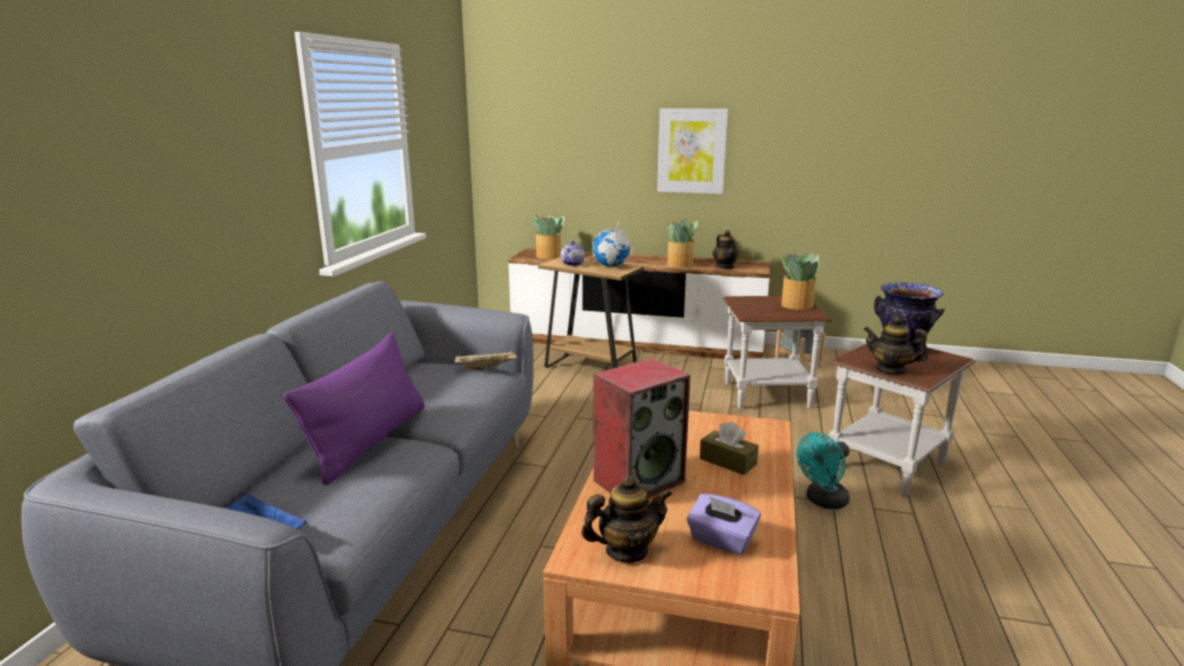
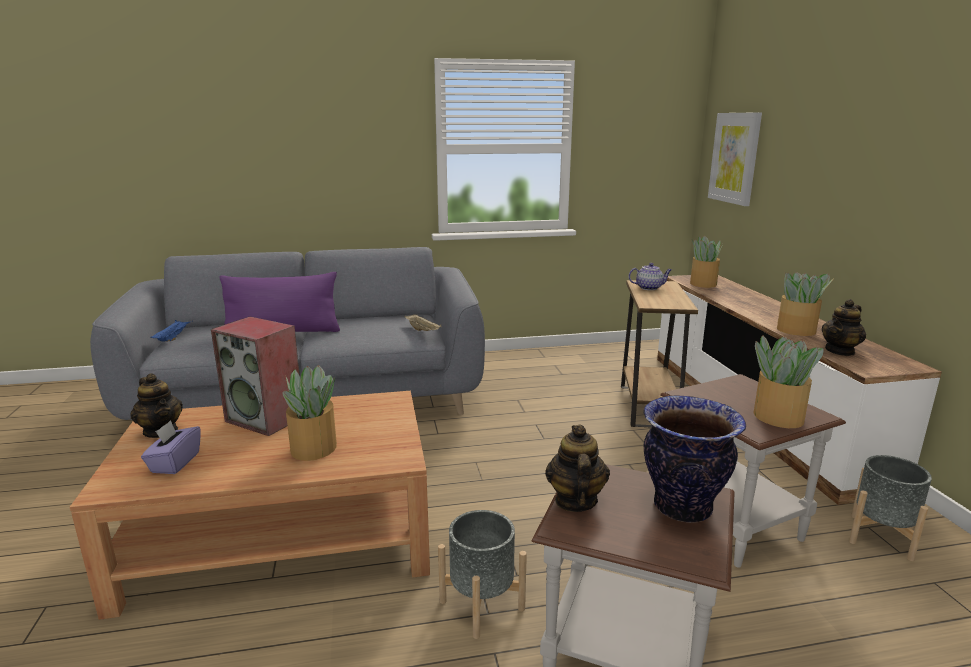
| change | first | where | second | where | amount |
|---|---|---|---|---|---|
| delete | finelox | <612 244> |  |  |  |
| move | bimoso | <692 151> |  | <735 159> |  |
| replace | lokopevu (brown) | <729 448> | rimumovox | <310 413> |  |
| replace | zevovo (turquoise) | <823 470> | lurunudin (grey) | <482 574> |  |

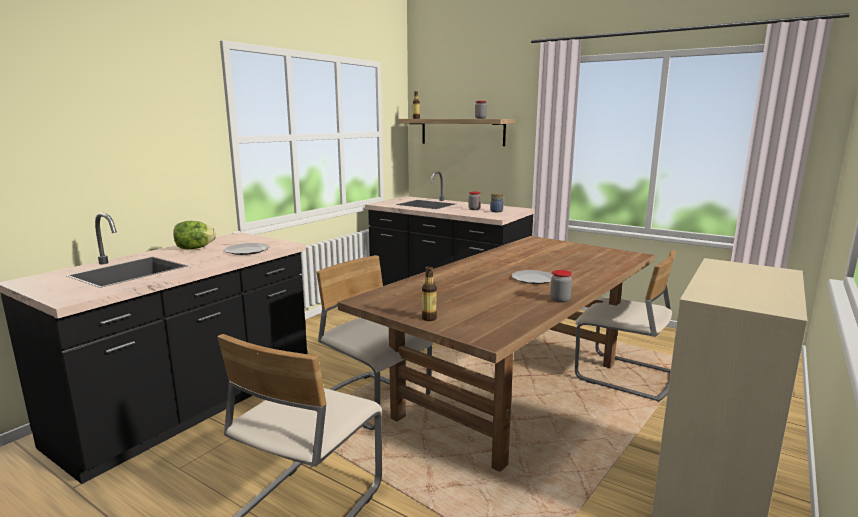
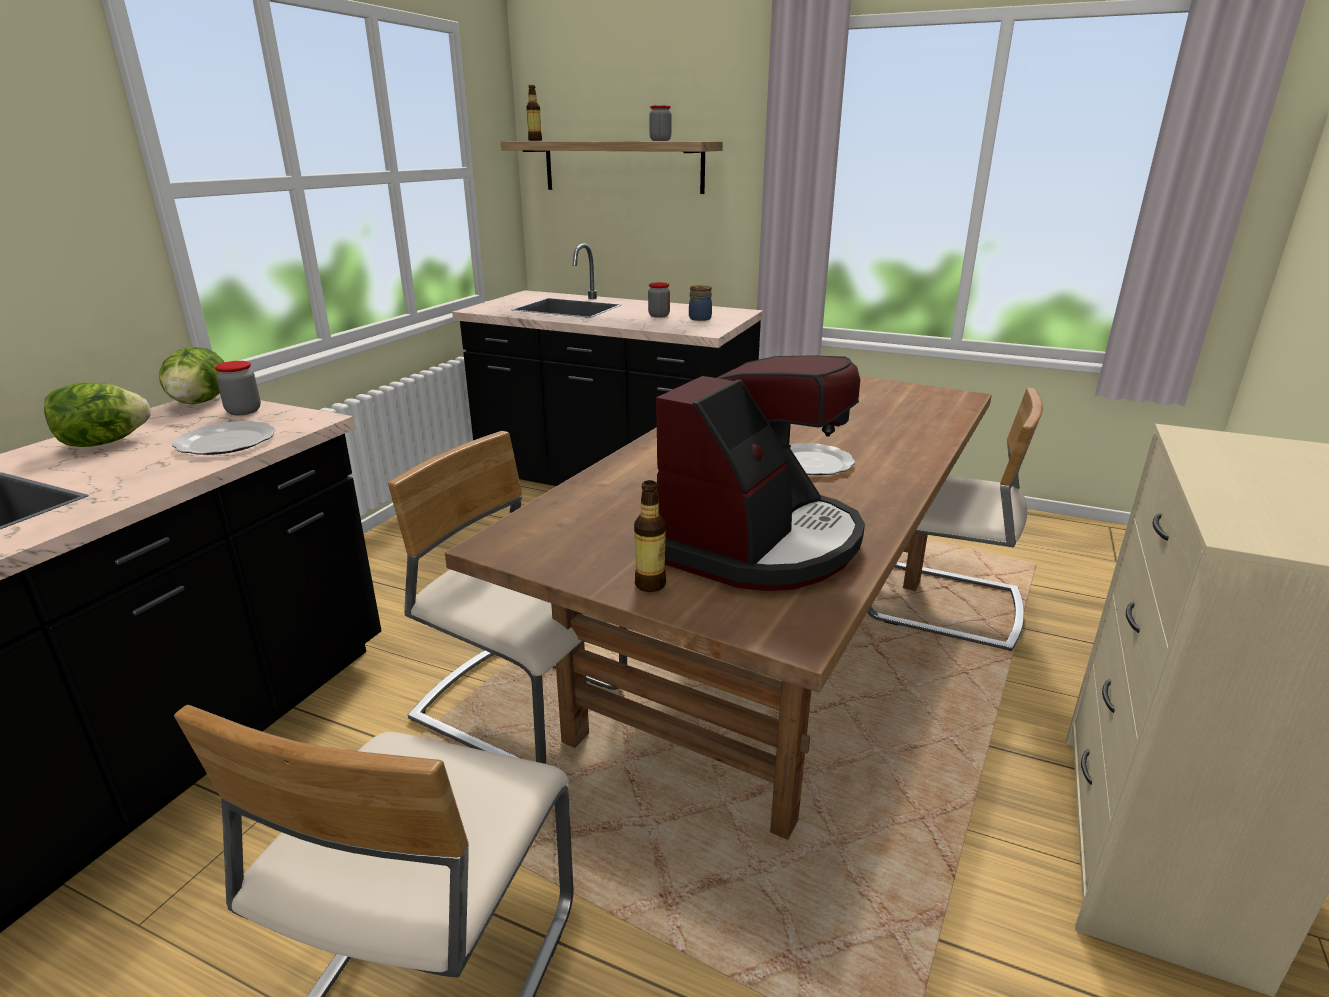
| change | first | where | second | where | amount |
|---|---|---|---|---|---|
| insert |  |  | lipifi | <191 375> |  |
| insert |  |  | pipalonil | <760 473> |  |
| move | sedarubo | <561 286> |  | <238 388> |  |

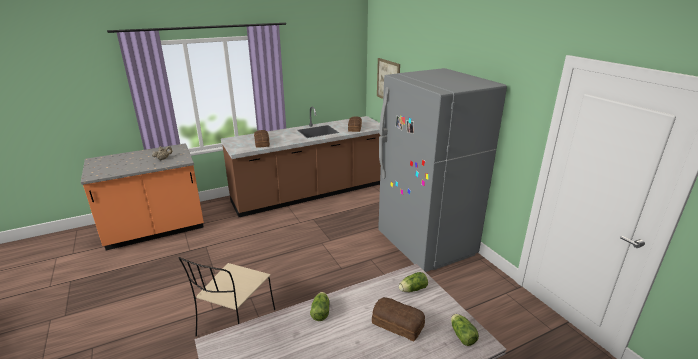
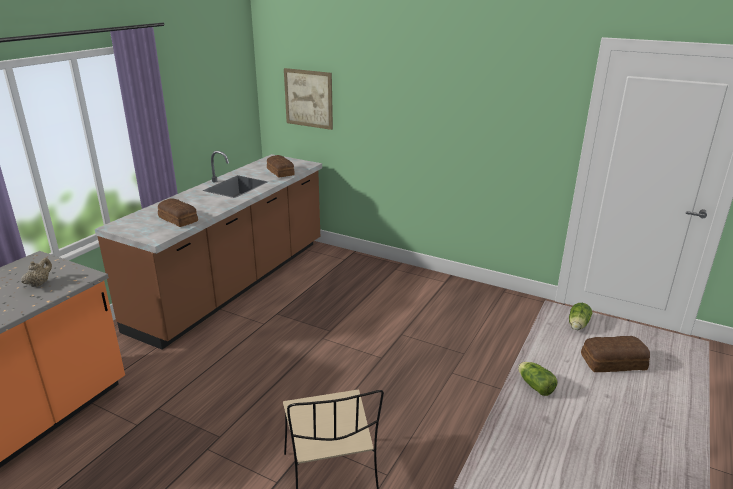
| change | first | where | second | where | amount |
|---|---|---|---|---|---|
| delete | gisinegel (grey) | <442 170> |  |  |  |
| delete | lipifi | <465 330> |  |  |  |

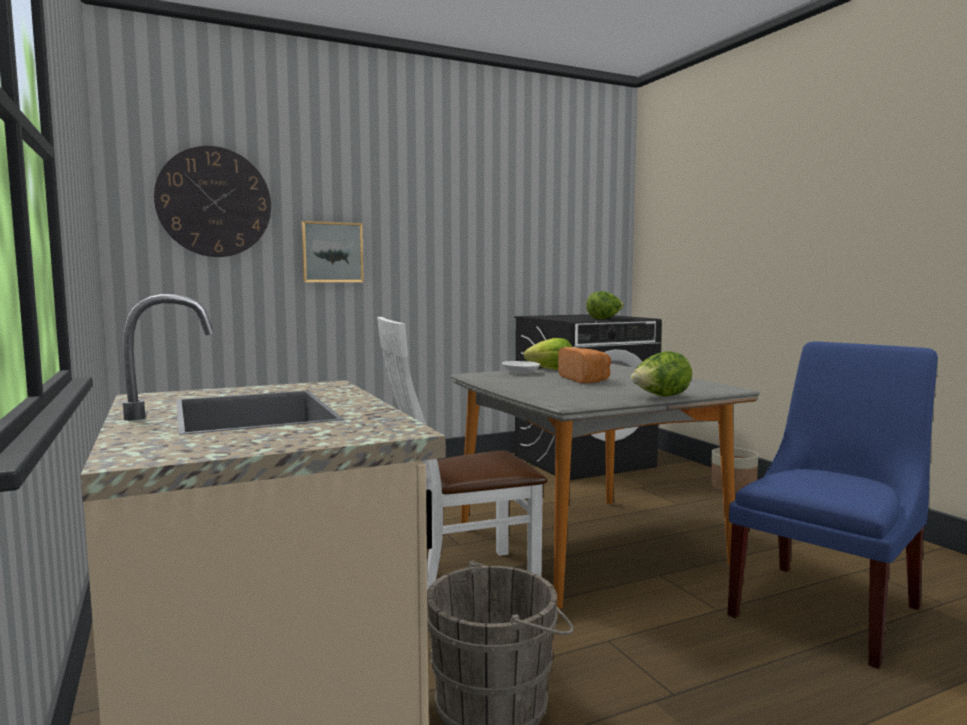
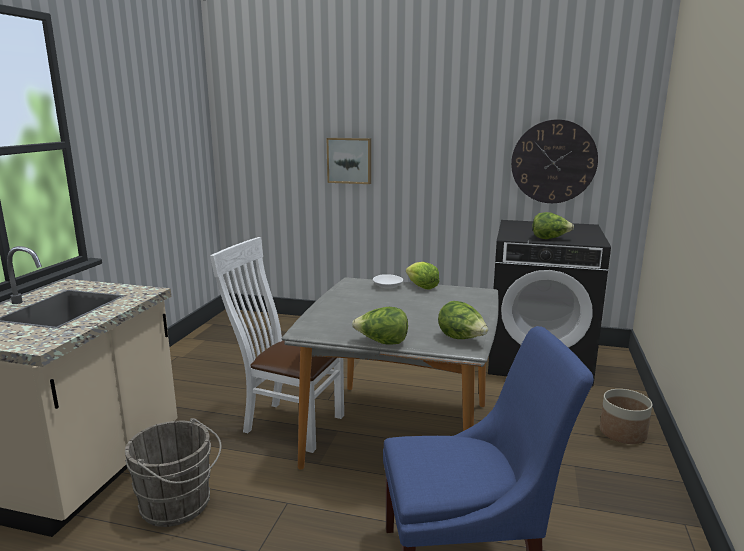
| change | first | where | second | where | amount |
|---|---|---|---|---|---|
| delete | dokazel | <584 365> |  |  |  |
| insert |  |  | lipifi | <463 320> |  |
| move | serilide | <212 201> |  | <554 161> |  |

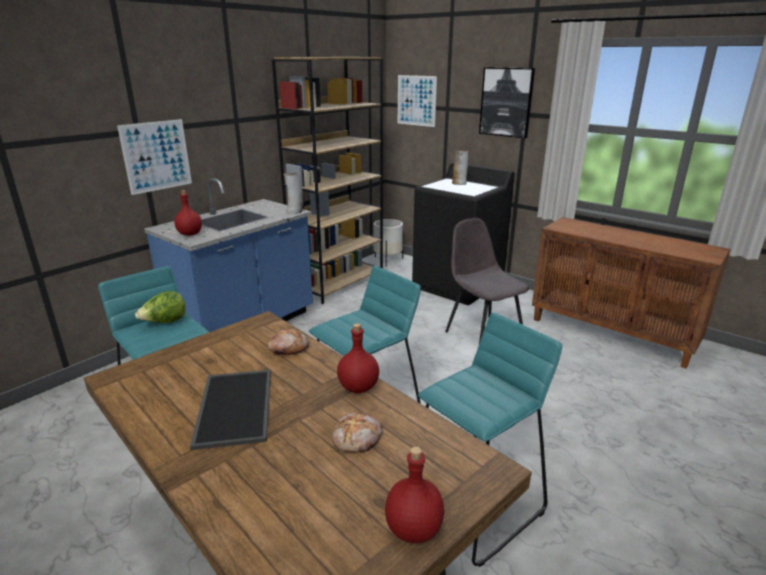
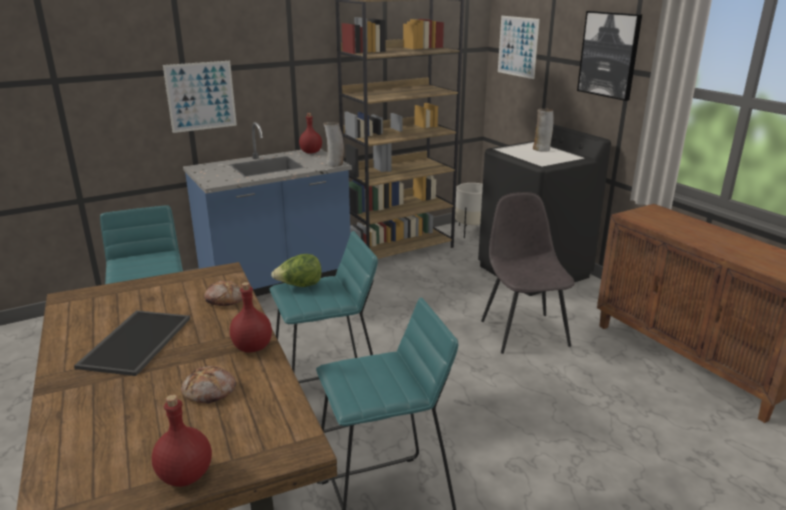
| change | first | where | second | where | amount |
|---|---|---|---|---|---|
| move | lipifi | <160 307> |  | <296 270> |  |
| move | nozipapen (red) | <188 213> |  | <310 133> |  |

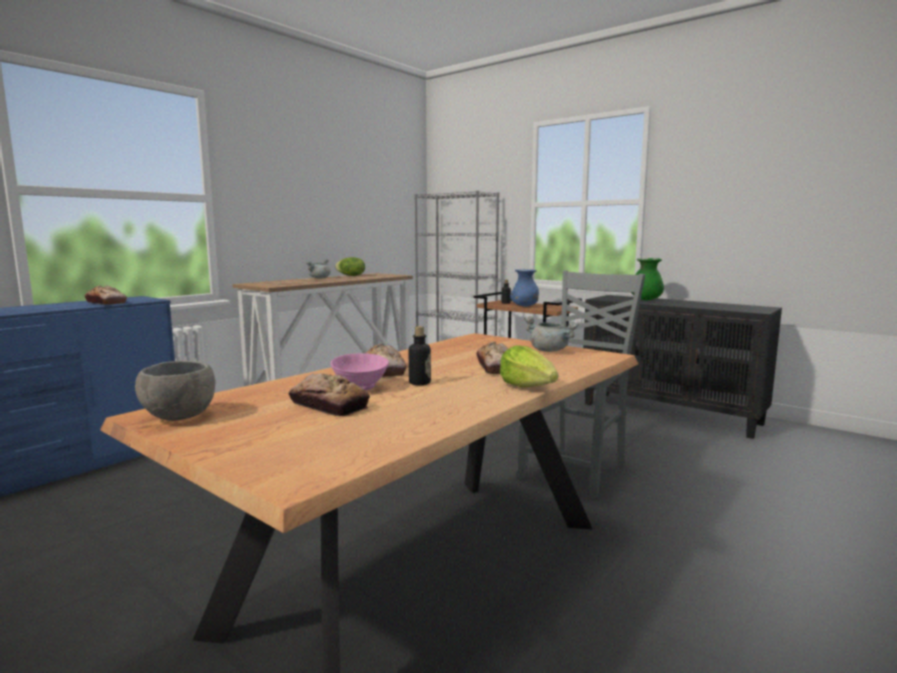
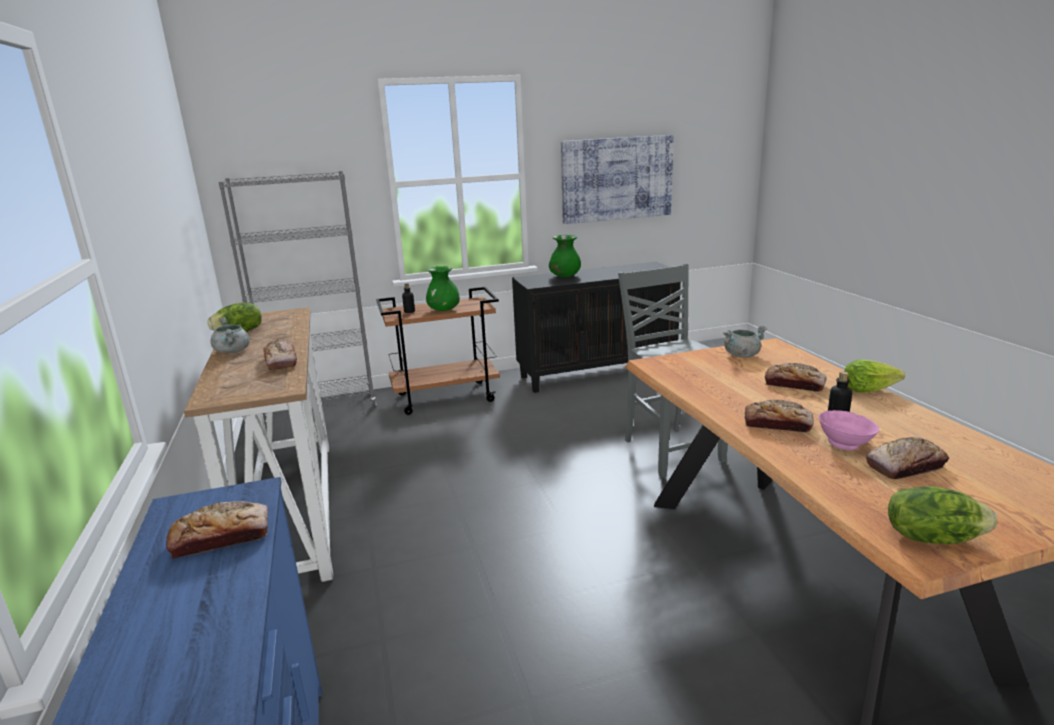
| change | first | where | second | where | amount |
|---|---|---|---|---|---|
| insert |  |  | dokazel | <280 354> |  |
| insert |  |  | bimoso | <617 179> |  |
| replace | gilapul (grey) | <175 390> | lipifi | <942 515> |  |
| recolor | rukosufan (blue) | <524 287> | rukosufan (green) | <443 288> |  |

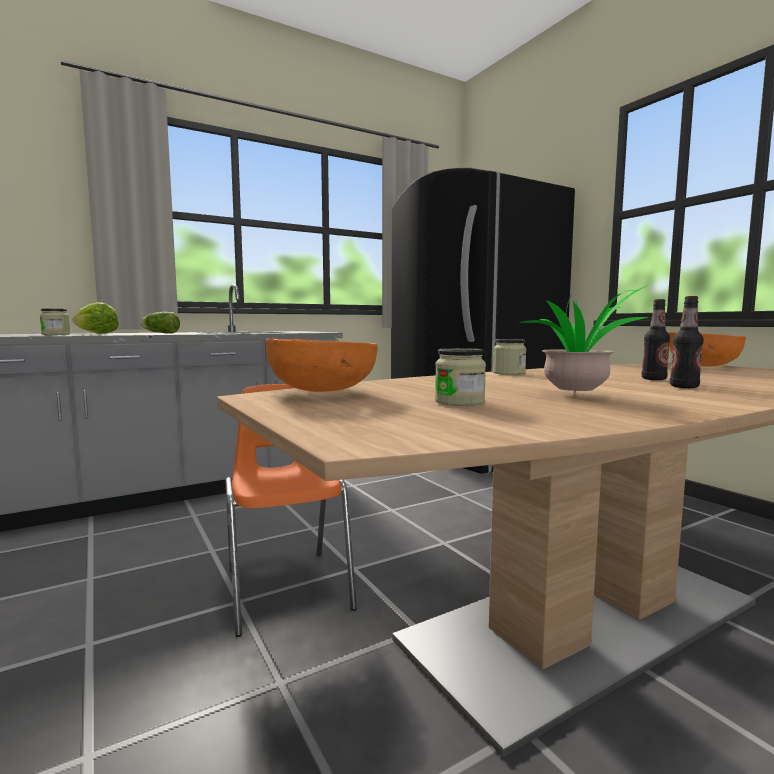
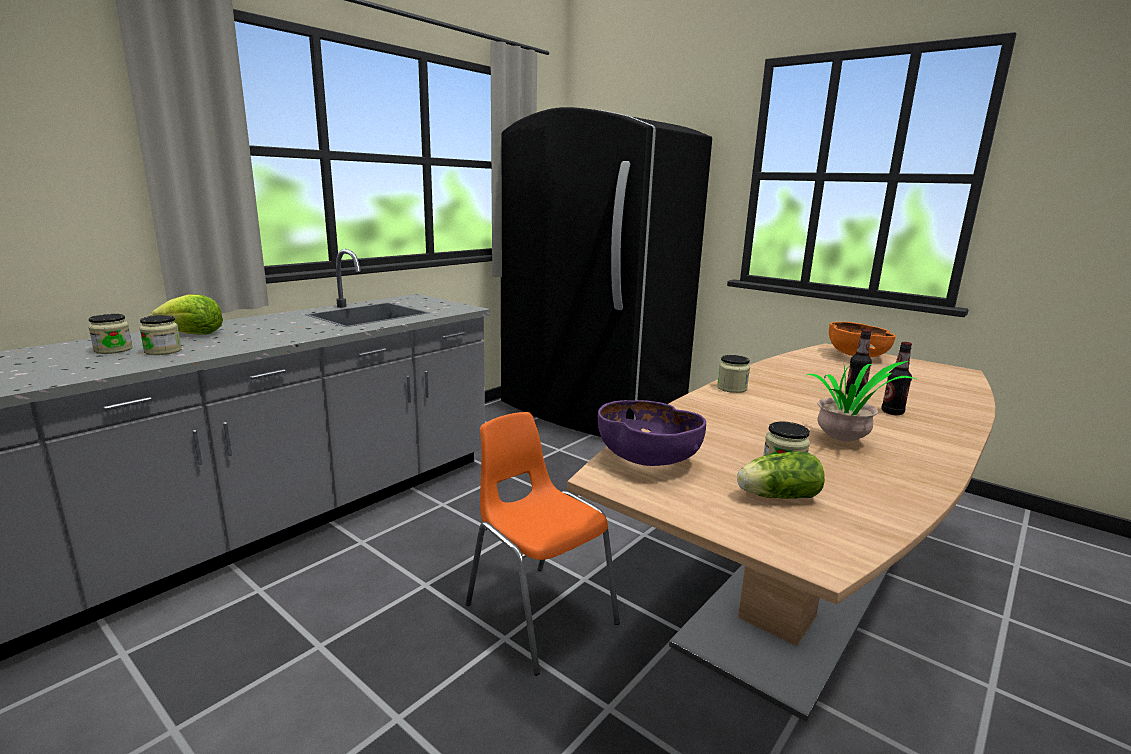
| change | first | where | second | where | amount |
|---|---|---|---|---|---|
| insert |  |  | sedarubo | <110 334> |  |
| move | lipifi | <160 322> |  | <781 475> |  |
| recolor | gilapul (orange) | <322 365> | gilapul (purple) | <652 433> |  |

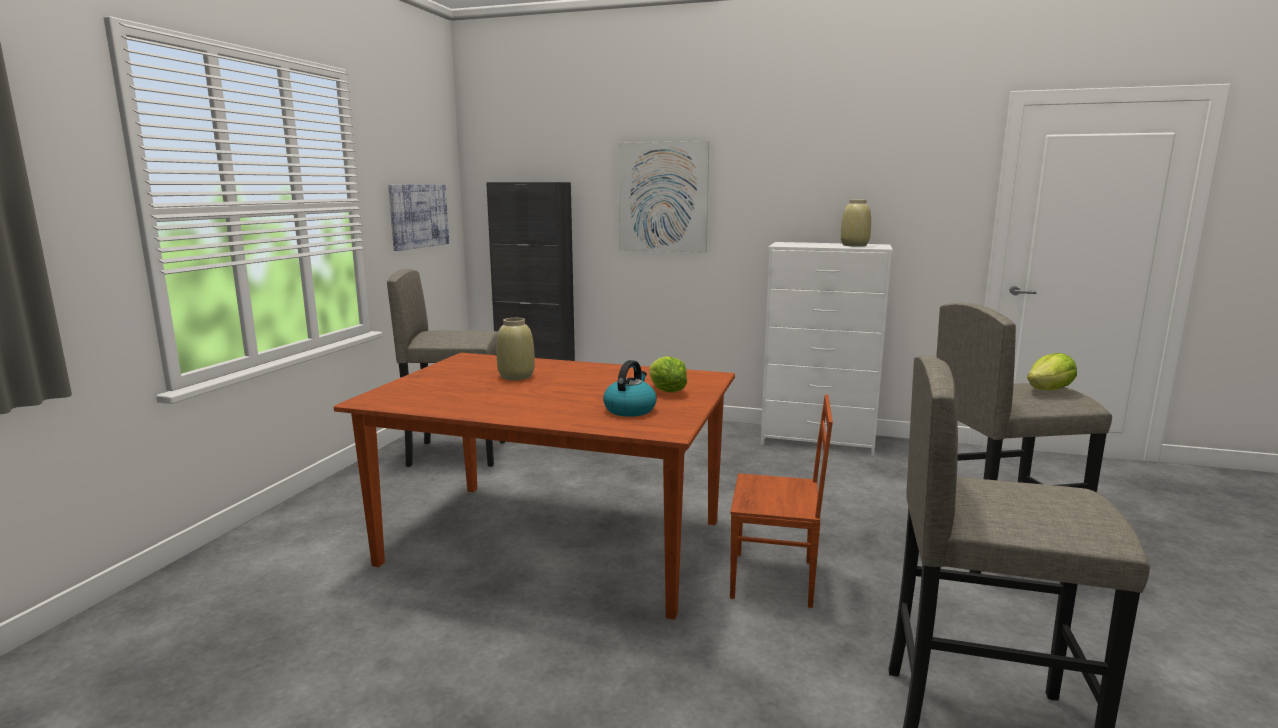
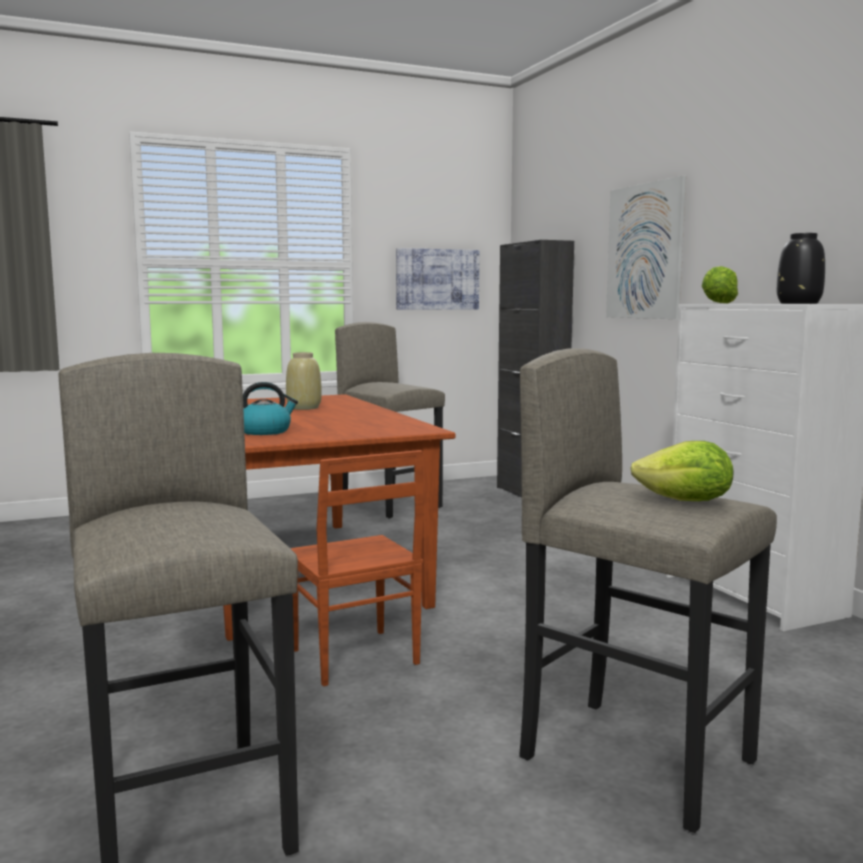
| change | first | where | second | where | amount |
|---|---|---|---|---|---|
| move | lipifi | <668 374> |  | <720 284> |  |
| recolor | rukosufan (beige) | <856 223> | rukosufan (black) | <801 268> |  |

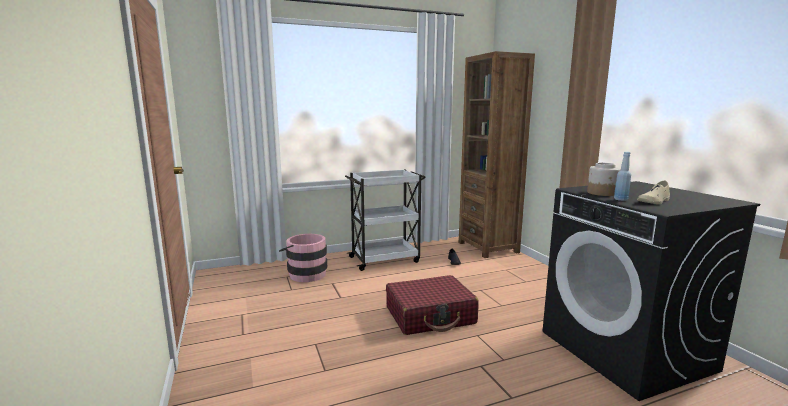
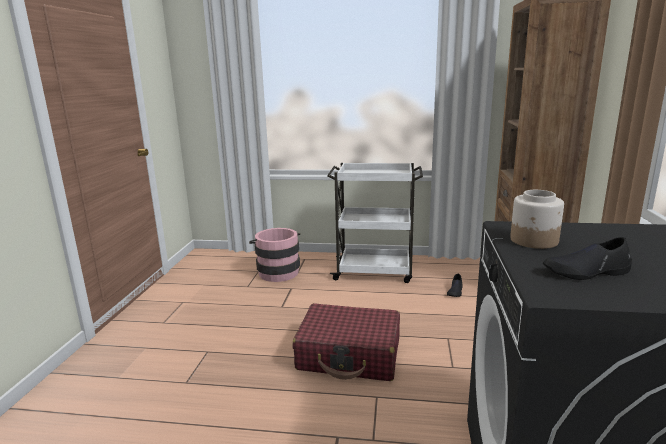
| change | first | where | second | where | amount |
|---|---|---|---|---|---|
| delete | nozipapen (blue) | <622 176> |  |  |  |
| recolor | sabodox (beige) | <653 192> | sabodox (black) | <587 258> |  |

